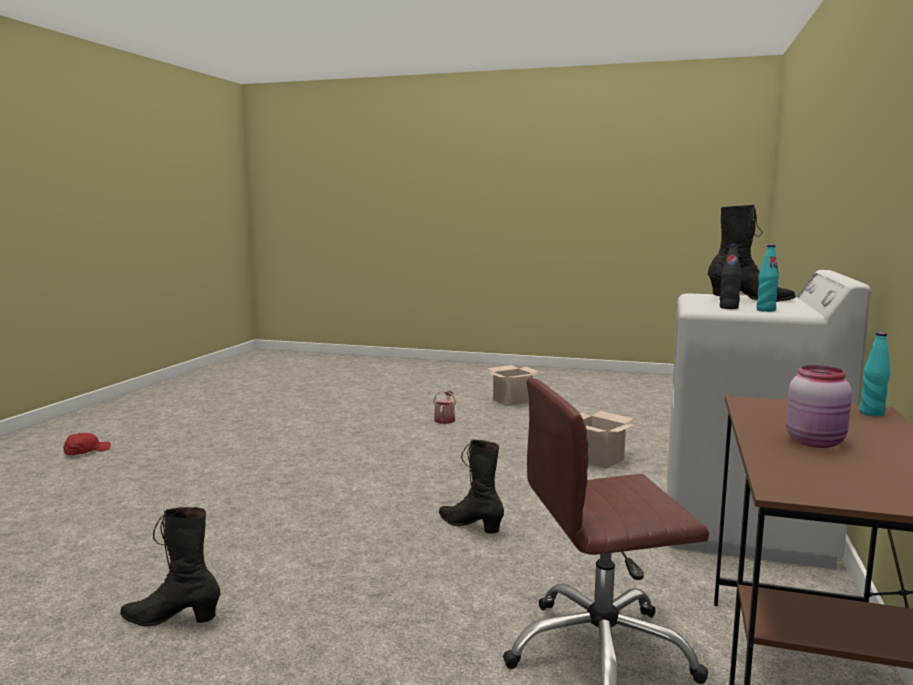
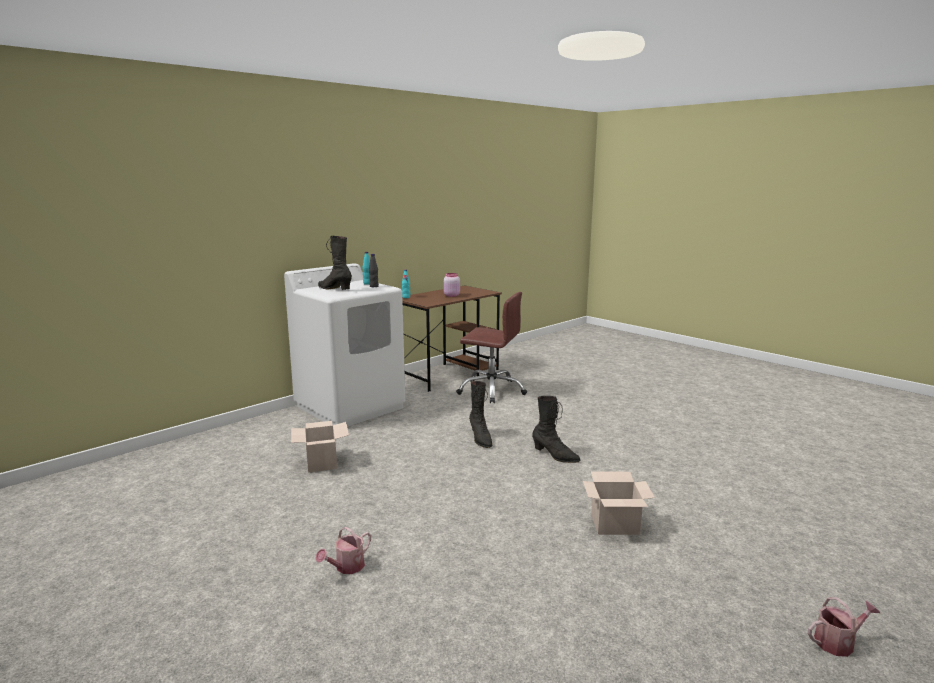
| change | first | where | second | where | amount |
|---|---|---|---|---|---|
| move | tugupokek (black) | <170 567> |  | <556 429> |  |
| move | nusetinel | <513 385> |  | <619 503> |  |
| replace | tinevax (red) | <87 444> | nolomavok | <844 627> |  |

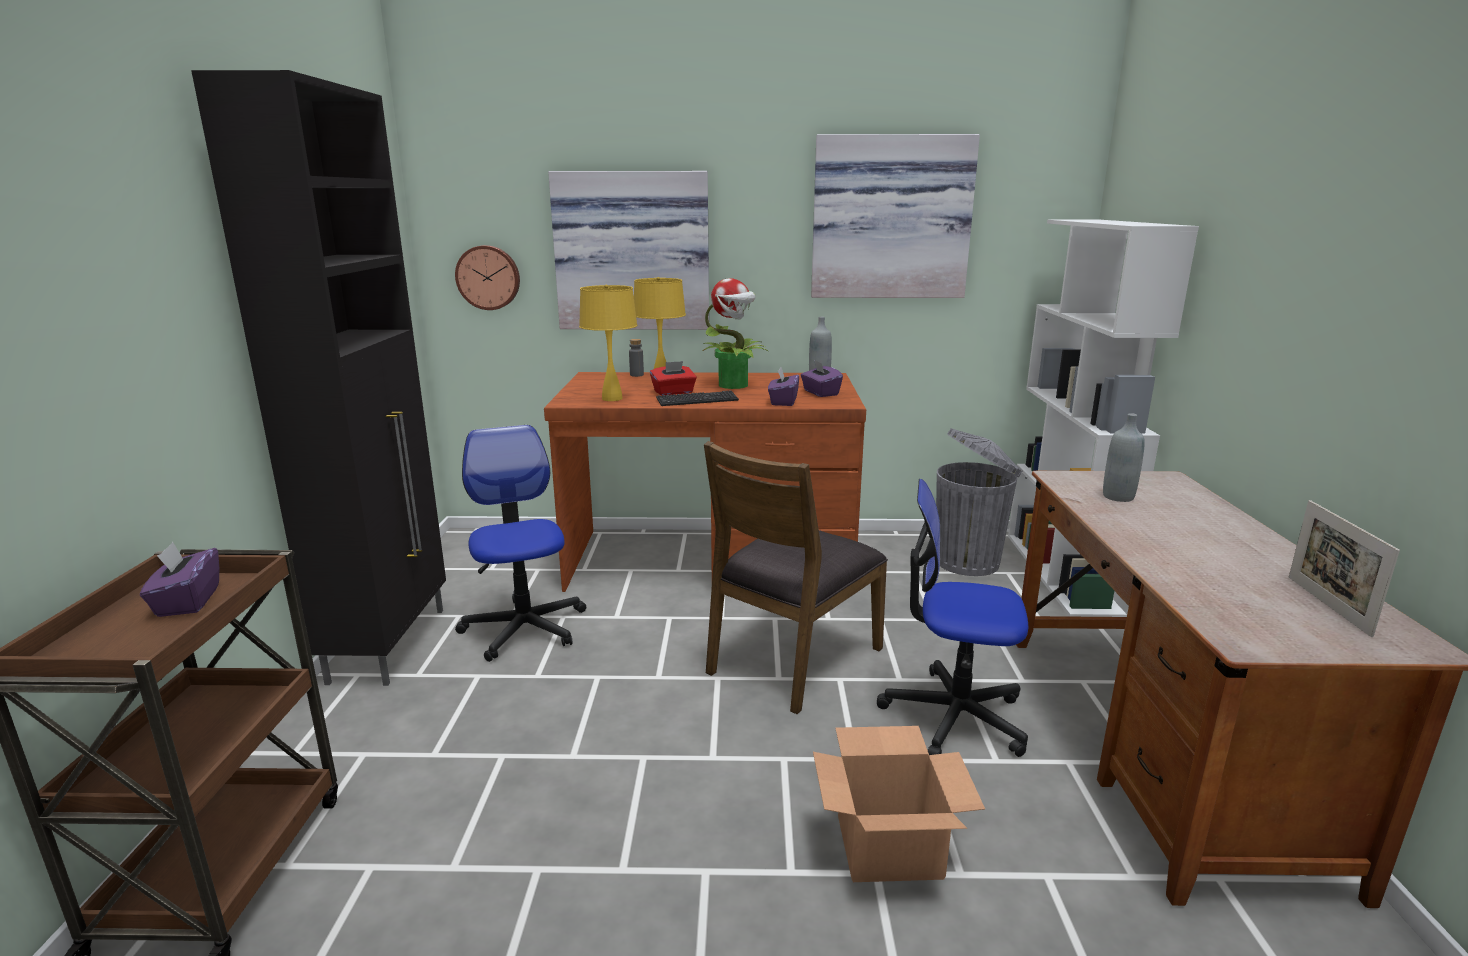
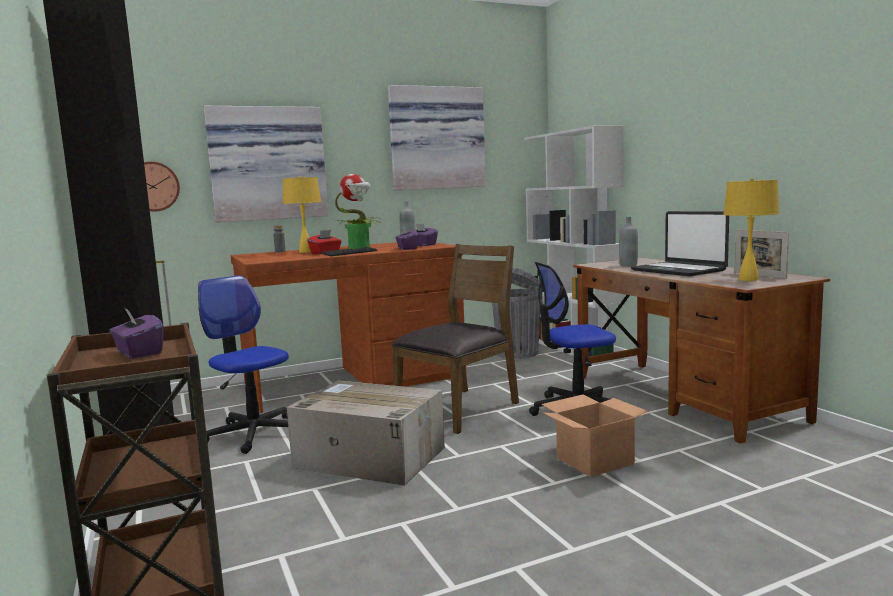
| change | first | where | second | where | amount |
|---|---|---|---|---|---|
| insert |  |  | nusetinel | <366 433> |  |
| insert |  |  | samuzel | <680 243> |  |
| move | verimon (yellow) | <608 343> |  | <751 229> |  |
| rotate | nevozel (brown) | <796 577> |  | <455 339> | 150 degrees counterclockwise |

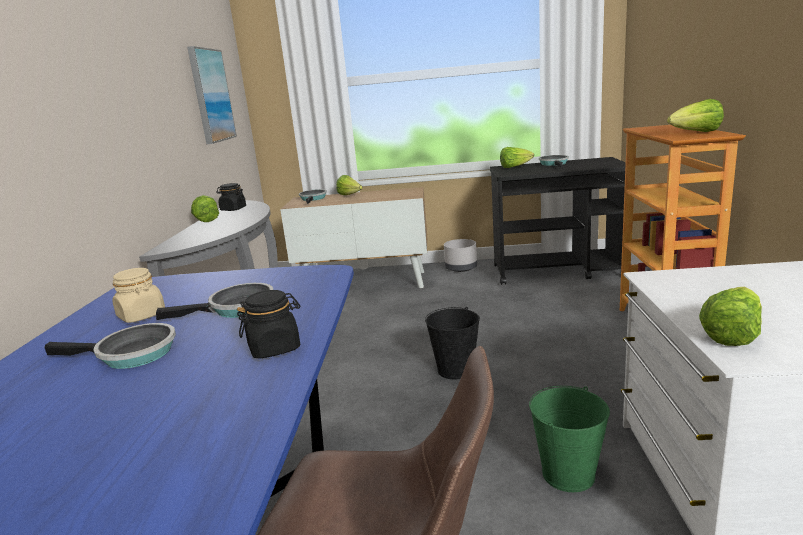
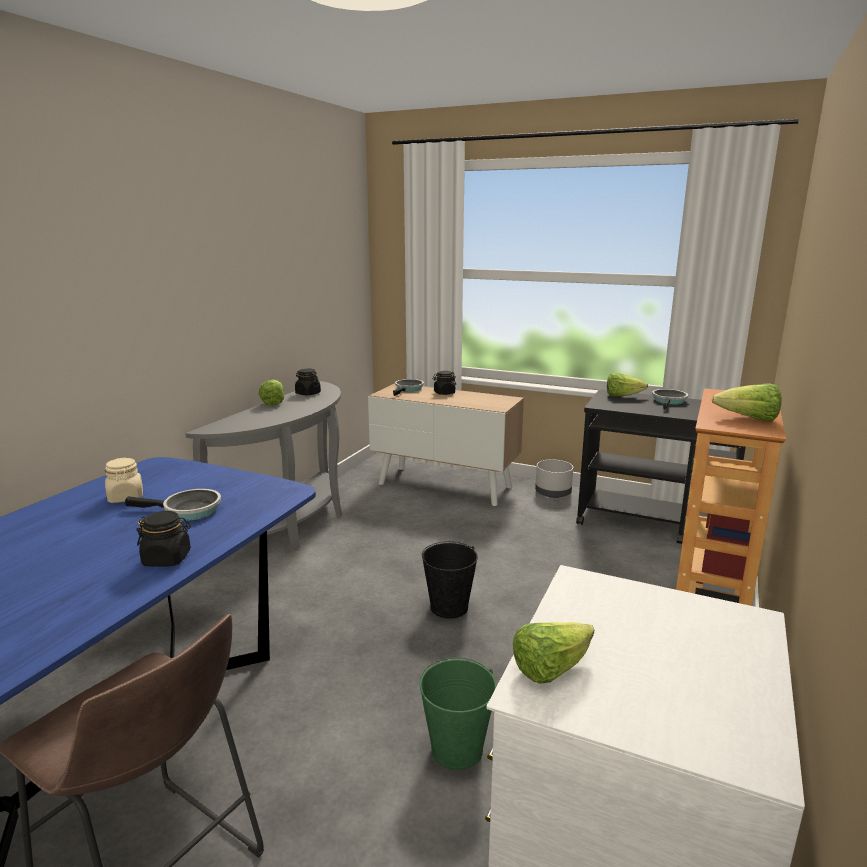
| change | first | where | second | where | amount |
|---|---|---|---|---|---|
| delete | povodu | <110 346> |  |  |  |
| delete | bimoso | <212 95> |  |  |  |
| replace | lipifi | <349 185> | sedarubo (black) | <444 383> |  |

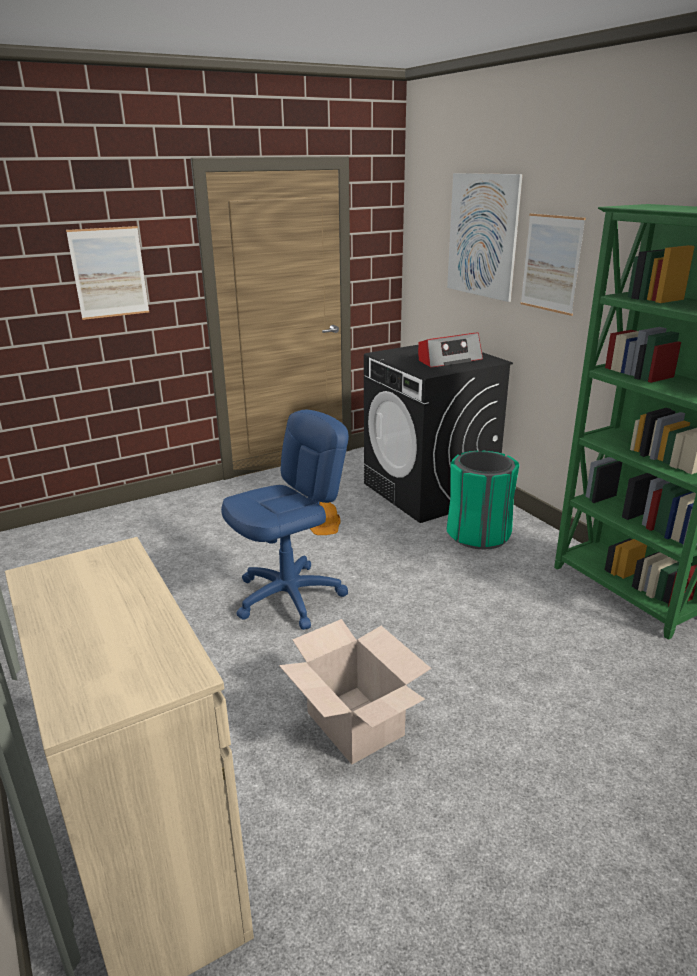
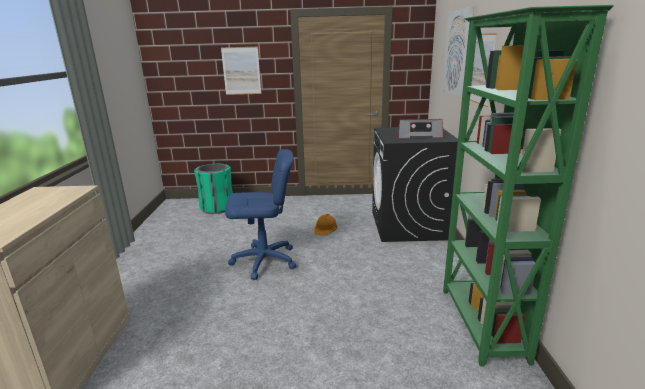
| change | first | where | second | where | amount |
|---|---|---|---|---|---|
| delete | nusetinel | <355 691> |  |  |  |
| move | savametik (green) | <483 500> |  | <213 189> |  |

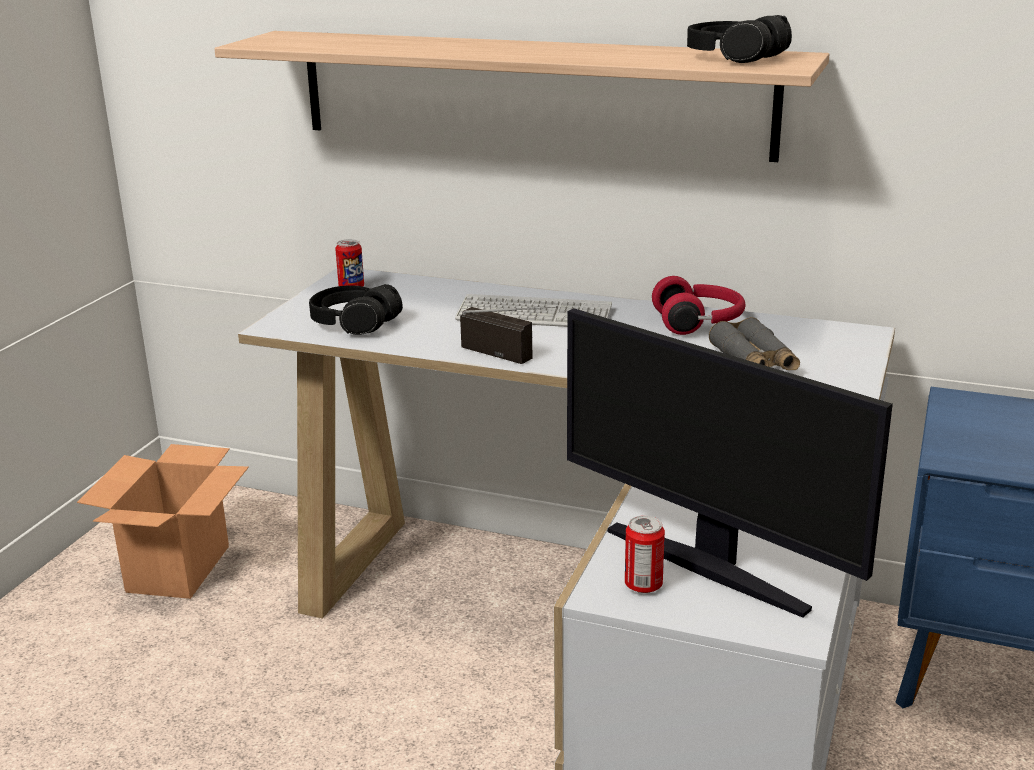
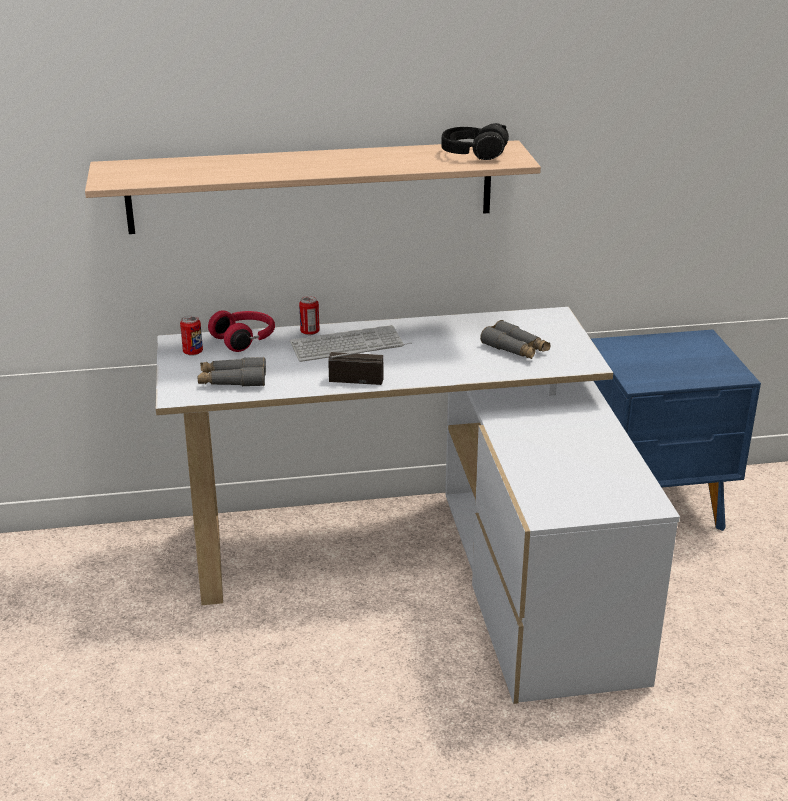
| change | first | where | second | where | amount |
|---|---|---|---|---|---|
| delete | nusetinel | <163 521> |  |  |  |
| delete | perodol | <730 463> |  |  |  |
| move | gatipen | <645 554> |  | <309 315> |  |
| move | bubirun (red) | <699 305> |  | <241 331> |  |
| replace | bubirun (black) | <356 309> | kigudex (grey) | <232 371> |  |

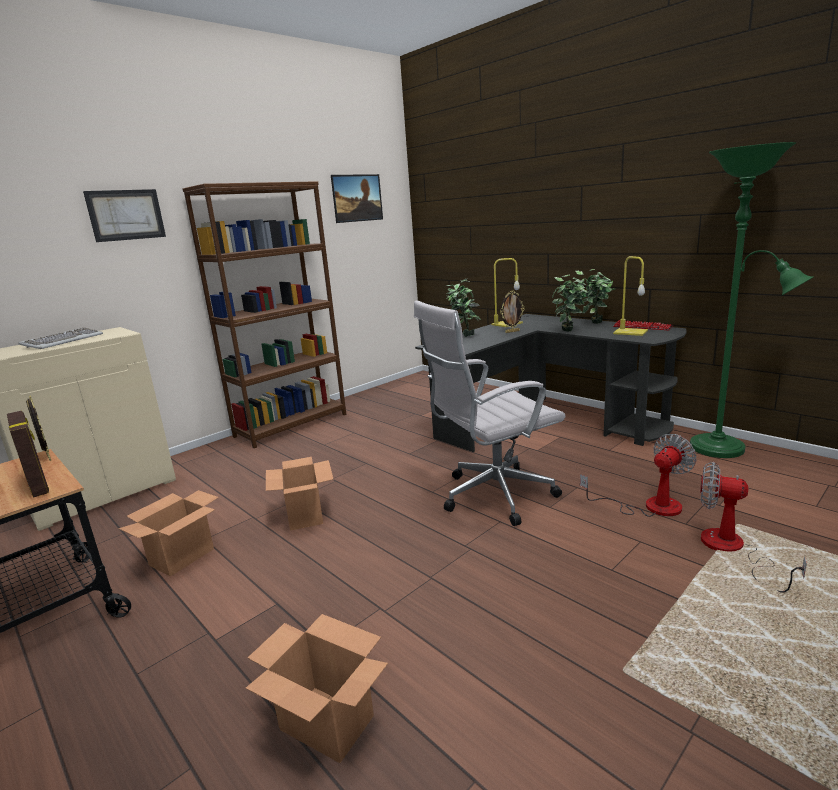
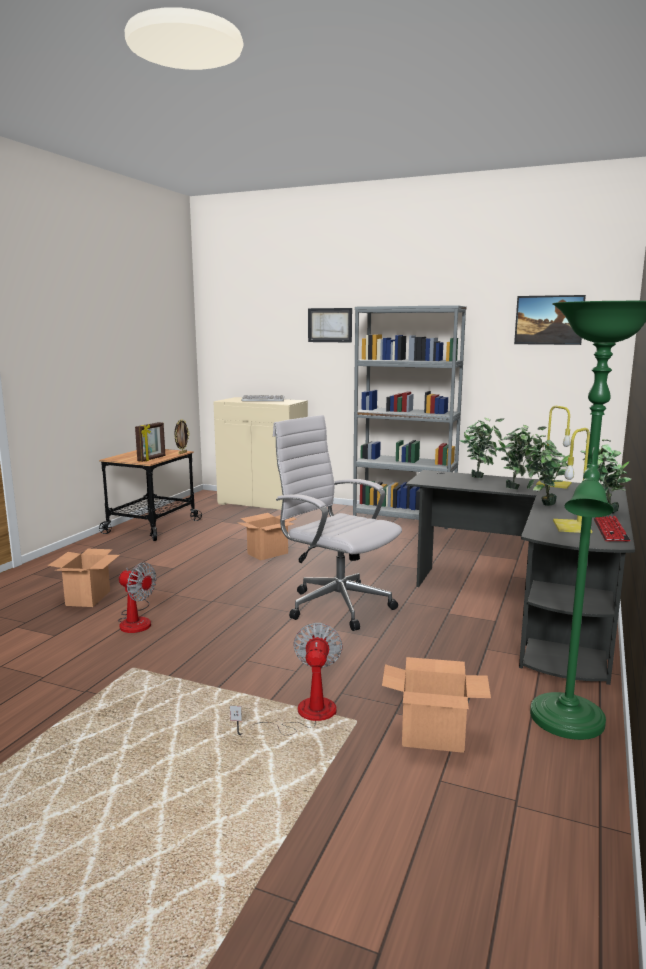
| change | first | where | second | where | amount |
|---|---|---|---|---|---|
| move | nusetinel | <169 533> |  | <436 705> |  |
| move | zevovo | <638 475> |  | <137 597> |  |
| replace | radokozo | <512 312> | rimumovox | <520 457> |  |
| recolor | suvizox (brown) | <264 314> | suvizox (grey) | <410 417> |  |

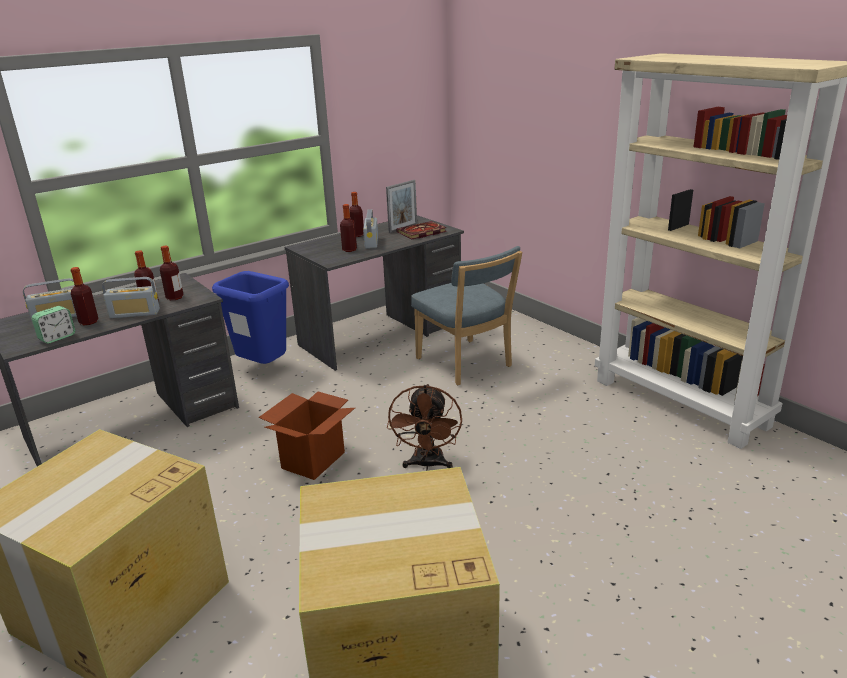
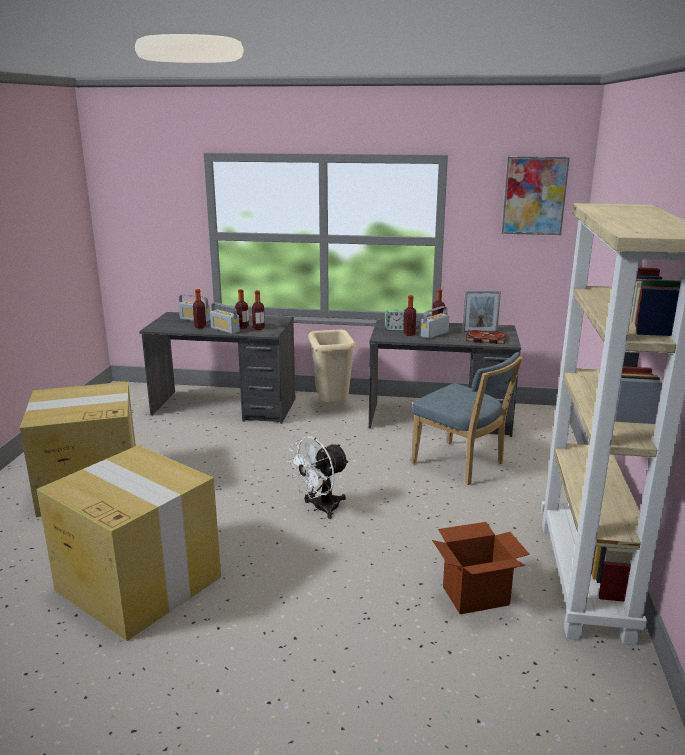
| change | first | where | second | where | amount |
|---|---|---|---|---|---|
| insert |  |  | bimoso | <536 196> |  |
| move | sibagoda | <53 325> |  | <394 320> |  |
| move | nusetinel | <307 435> |  | <481 568> |  |
| recolor | savametik (blue) | <250 317> | savametik (beige) | <332 366> |  |
| recolor | zevovo (brown) | <424 427> | zevovo (white) | <318 477> |  |
| rotate | nevozel (blue) | <466 315> |  | <467 418> | 60 degrees counterclockwise |

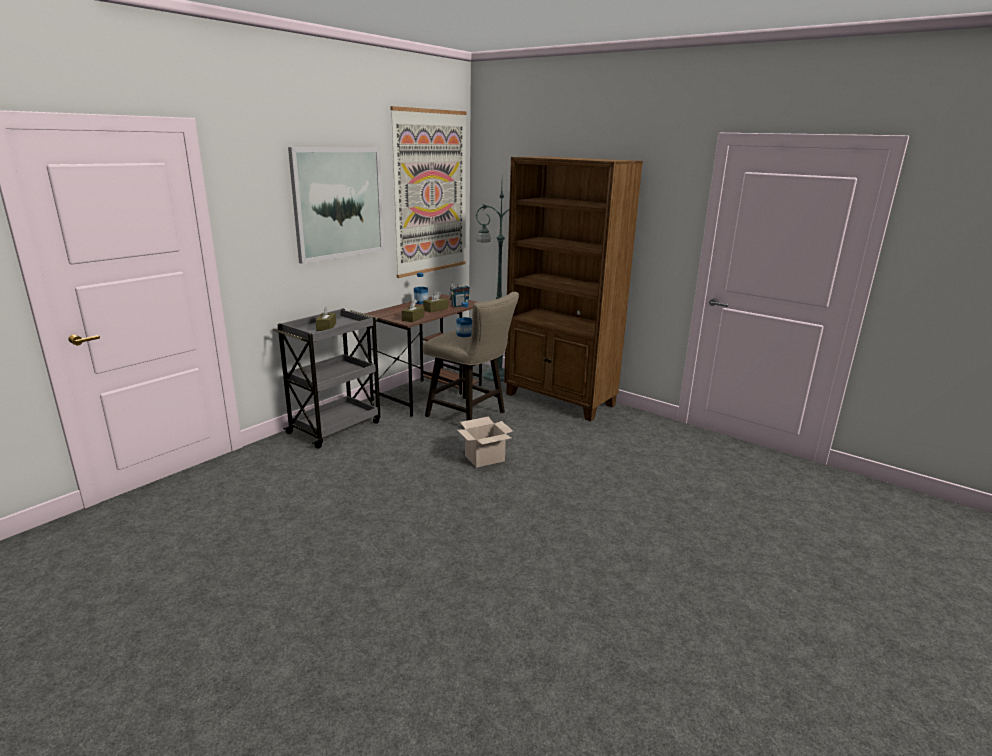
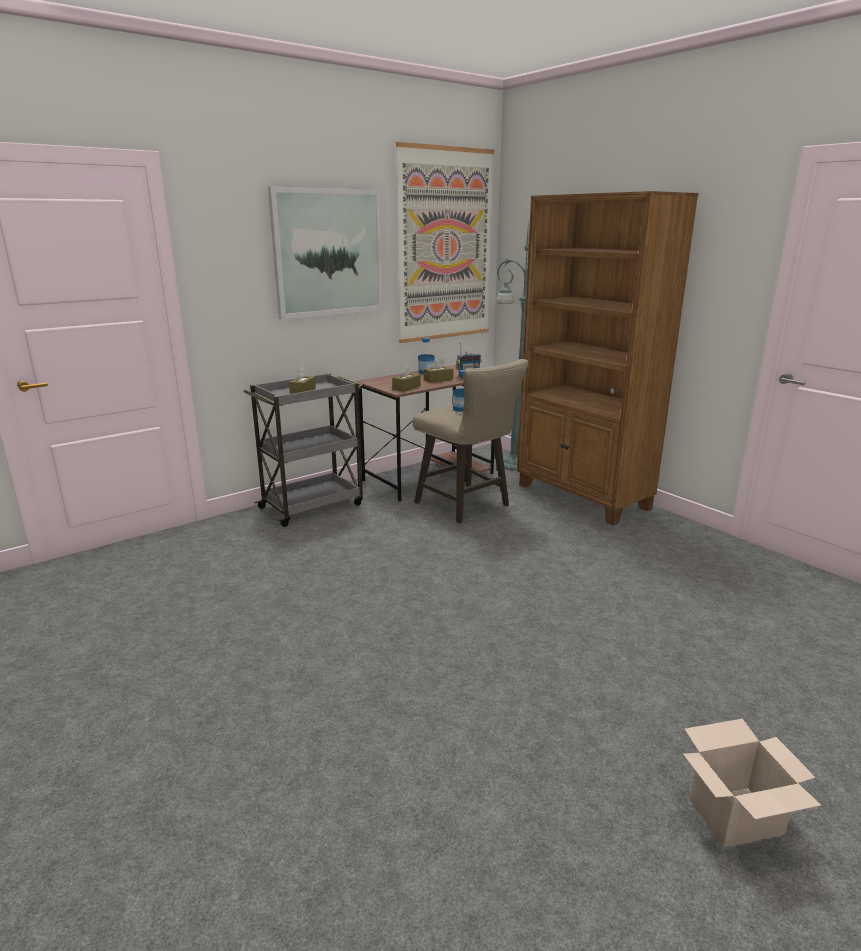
| change | first | where | second | where | amount |
|---|---|---|---|---|---|
| move | nusetinel | <485 442> |  | <752 783> |  |

